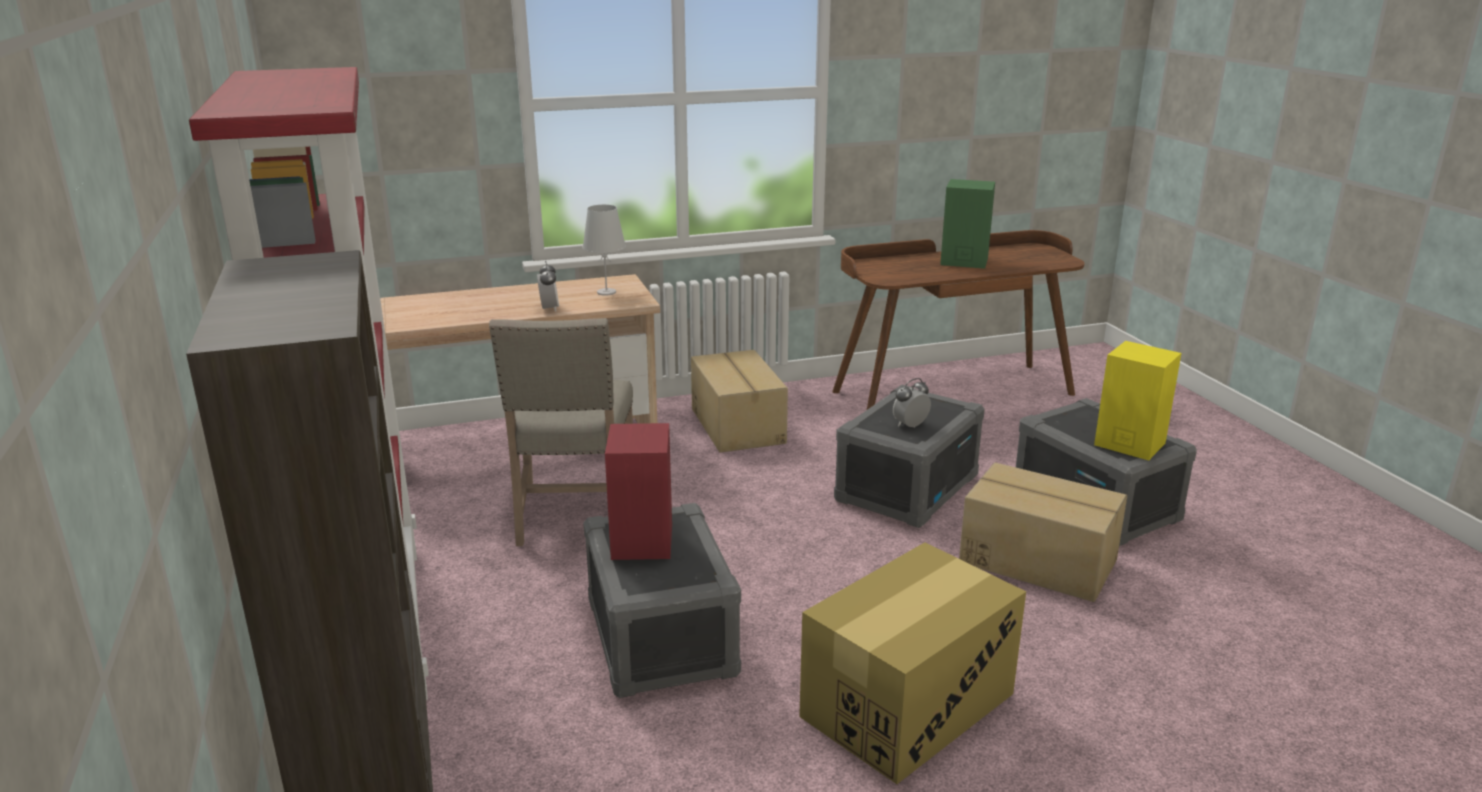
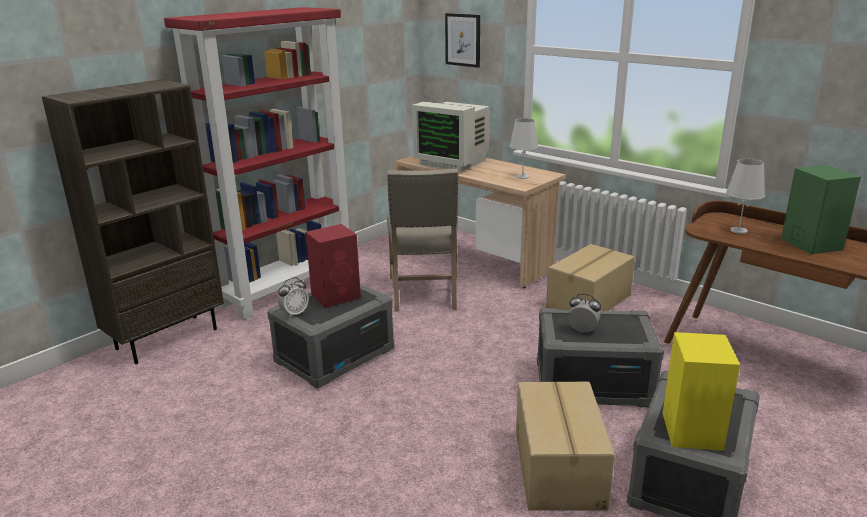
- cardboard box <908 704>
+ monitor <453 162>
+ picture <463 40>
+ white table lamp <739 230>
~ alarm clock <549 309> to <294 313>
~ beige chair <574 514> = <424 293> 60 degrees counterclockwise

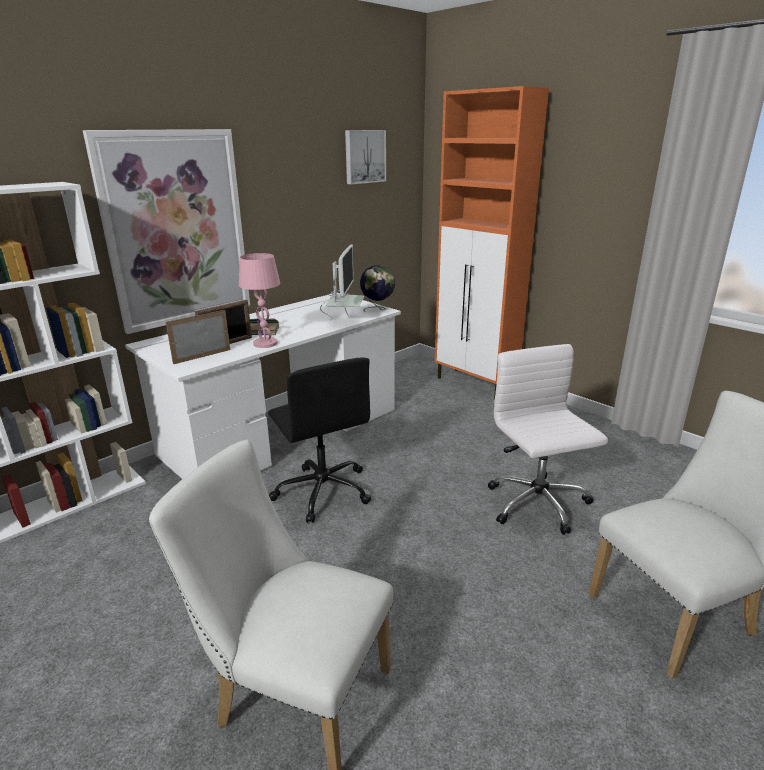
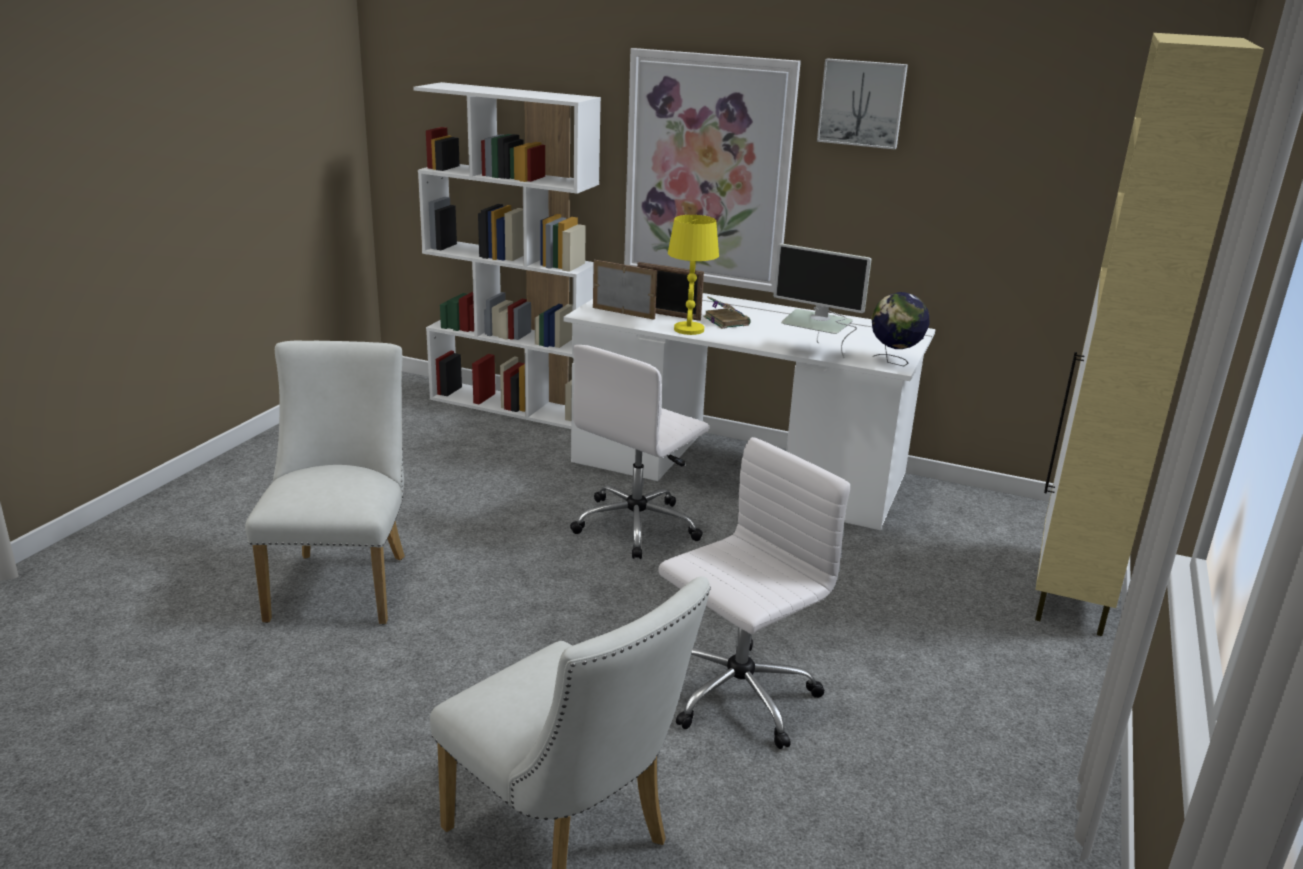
~ picture <364 156> to <862 103>
~ pink table lamp <265 343> to yellow table lamp <689 330>
~ black office chair <323 491> to white office chair <637 525>
~ orange cabinet <475 384> to beige cabinet <1070 591>
~ monitor <344 321> = <814 352> 45 degrees clockwise

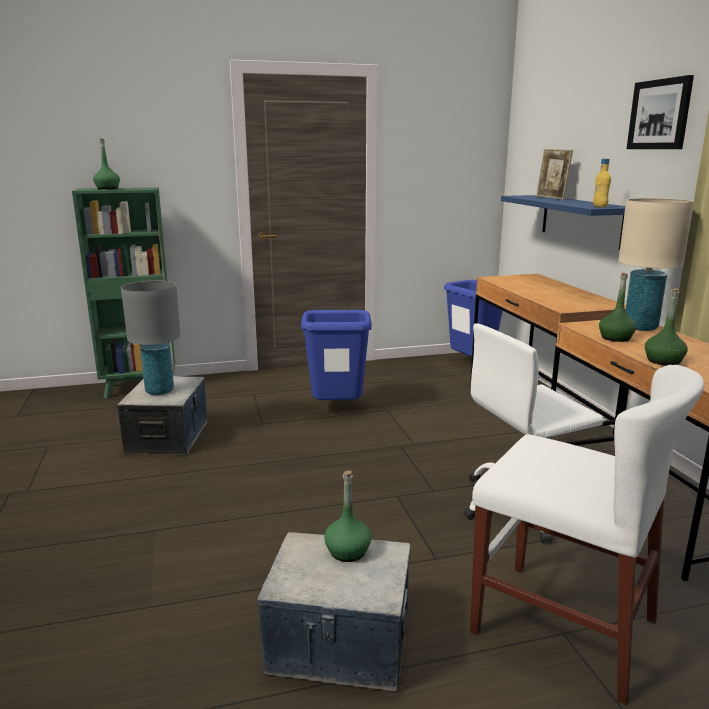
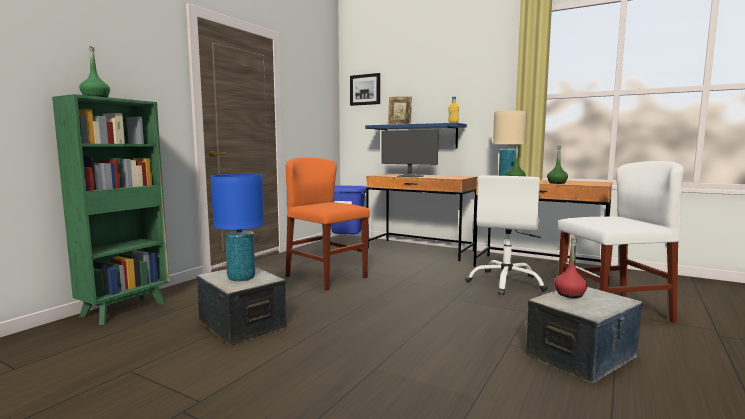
+ monitor <410 176>
~ picture <660 114> to <365 89>
~ blue trash can <337 410> to orange chair <326 277>
~ grey table lamp <159 391> to blue table lamp <241 278>
~ green bottle <347 551> to red bottle <570 294>

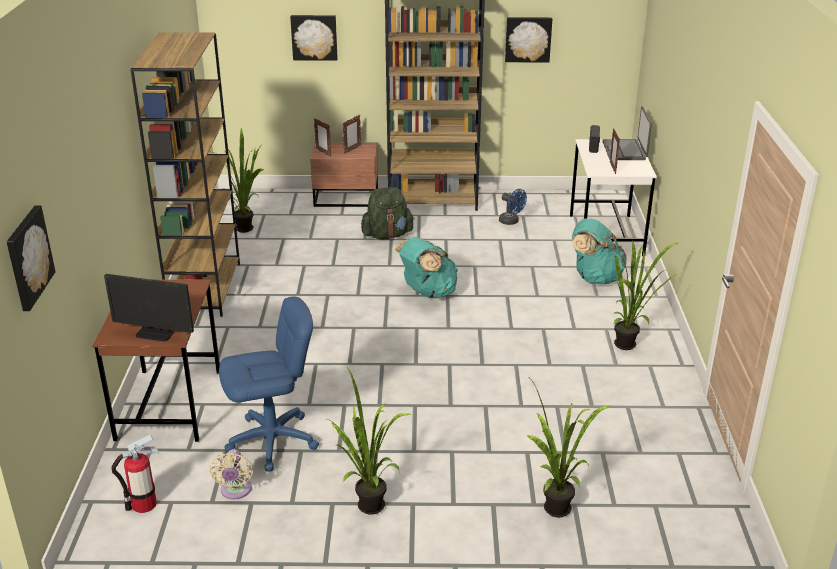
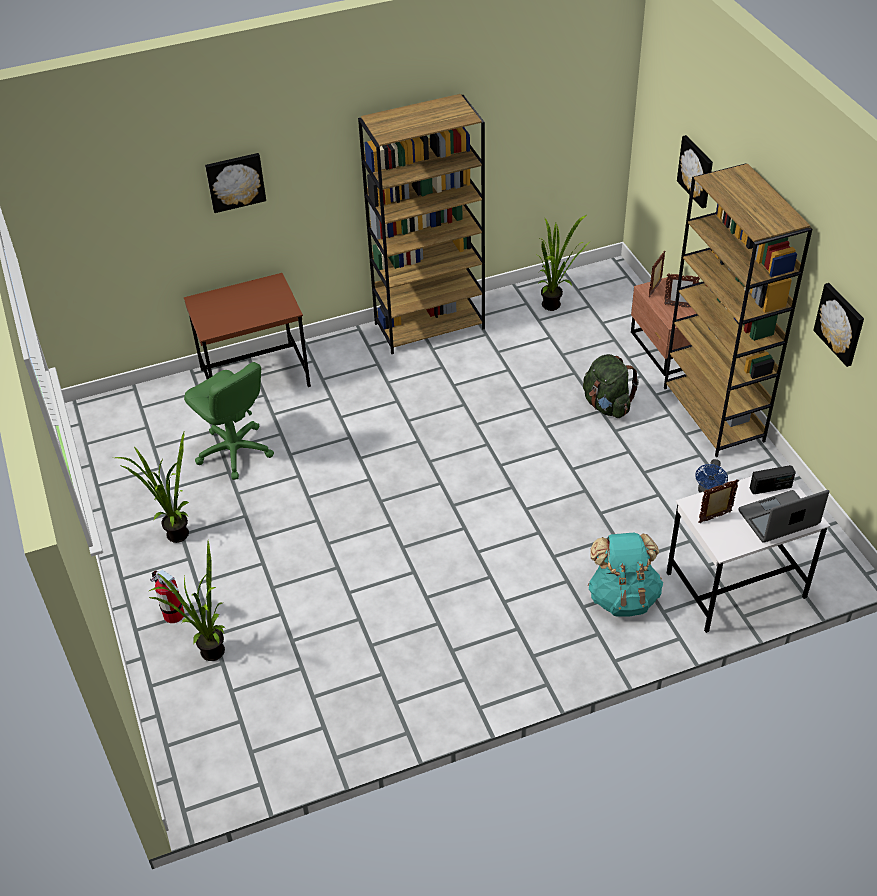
- monitor <155 333>
- beige fan <235 491>
- turquoise backpack <427 292>
- potted plant <630 346>
~ picture <27 257> to <235 181>
~ fire extinguisher <144 504> to <173 614>
~ blue office chair <273 441> to green office chair <234 451>

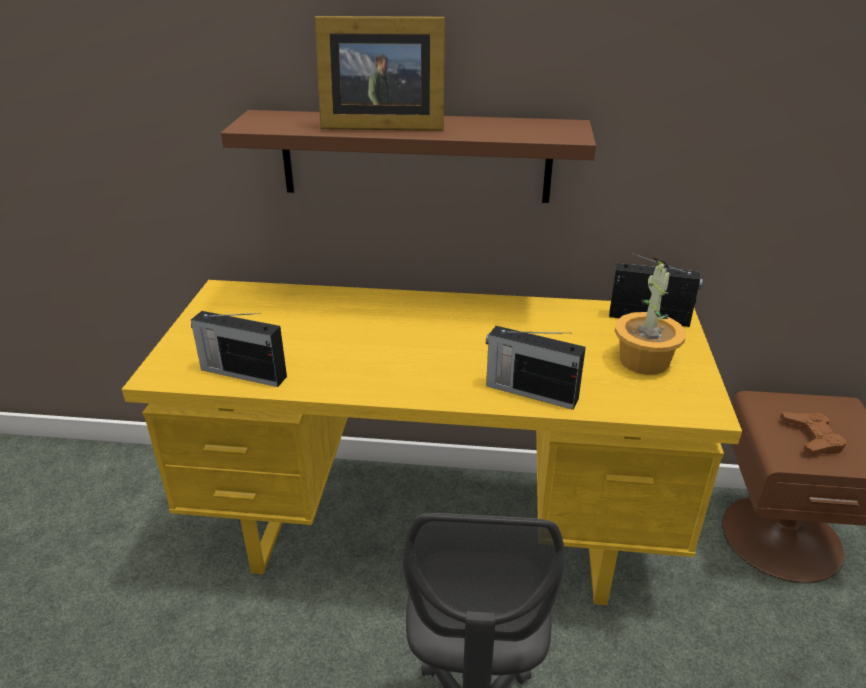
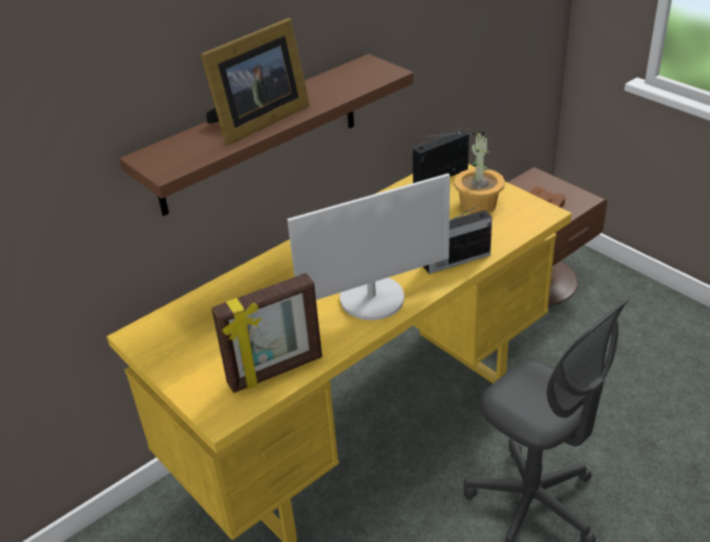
+ monitor <372 298>
~ radio <242 372> to picture frame <276 372>

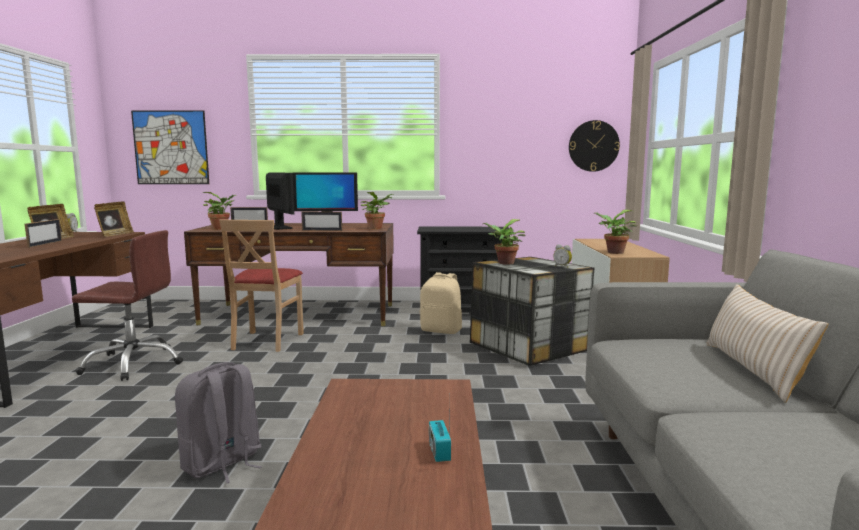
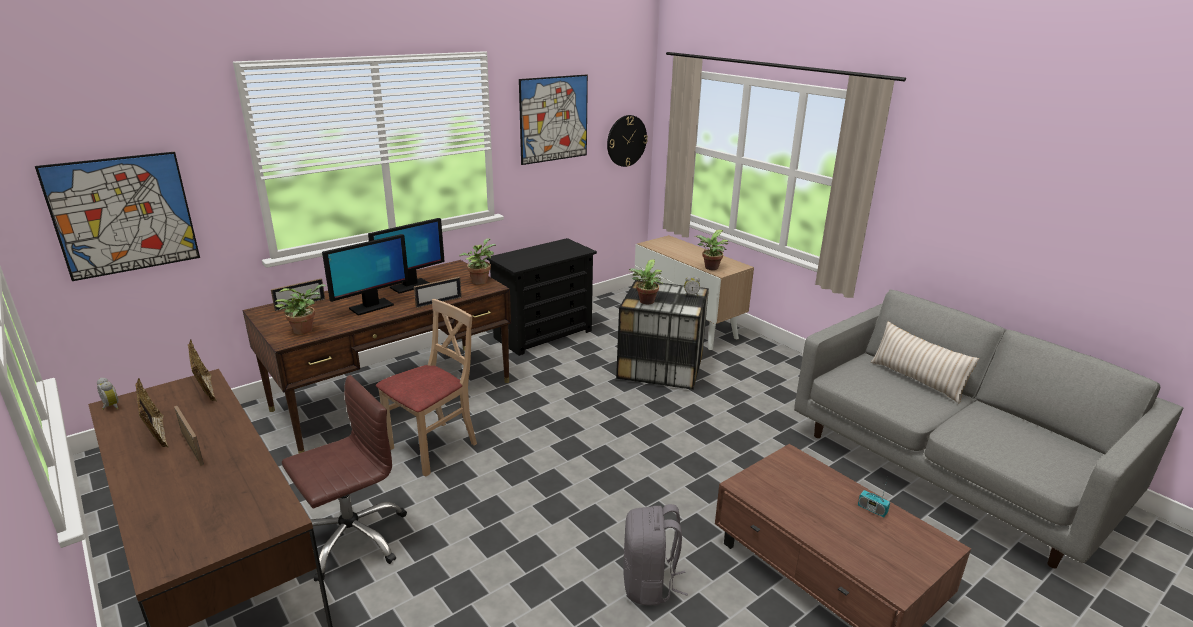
- beige backpack <441 330>
+ picture <554 119>
~ beige chair <266 341> = <433 447> 105 degrees counterclockwise
~ monitor <279 227> = <371 307> 120 degrees clockwise

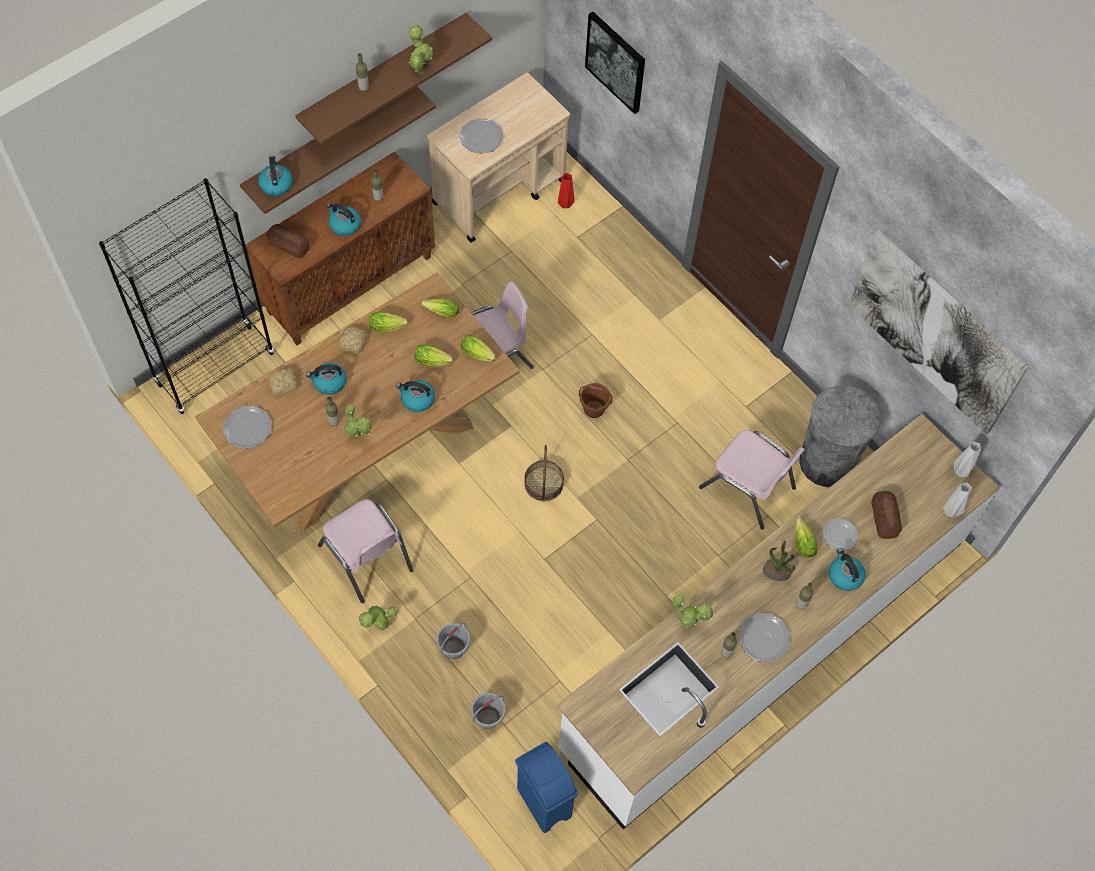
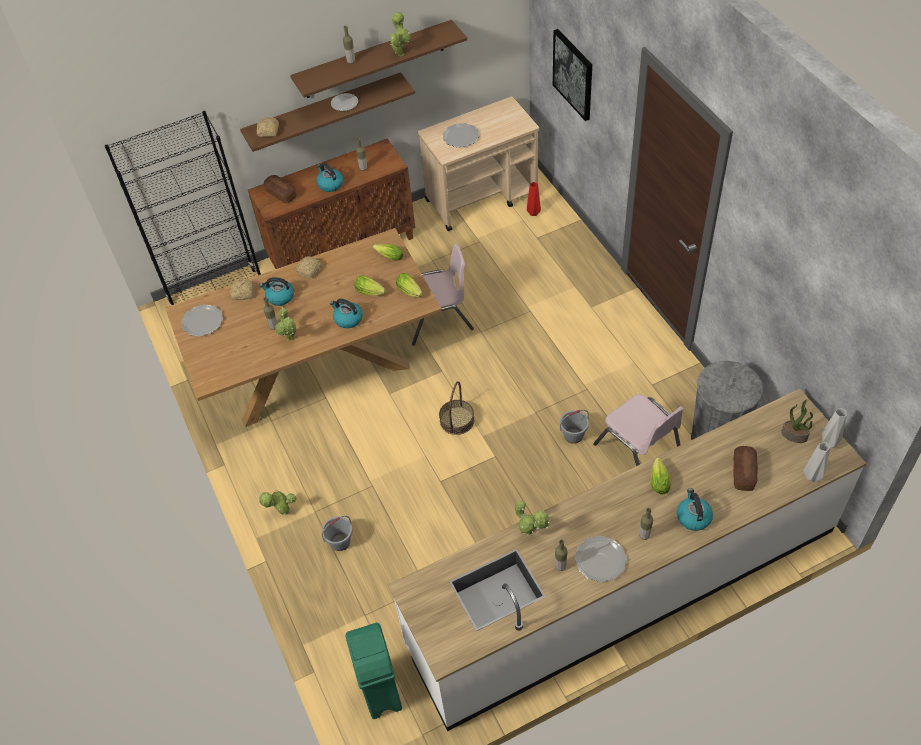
- pink chair <366 558>
- lettuce <389 327>
- brown bucket <593 409>
- picture <935 332>
~ grey bucket <488 717> to <573 435>
~ potted plant <776 572> to <794 435>
~ plate <840 535> to <345 103>
~ kettle <276 184> to bread <268 131>
~ blue trash can <544 803> to green trash can <381 692>

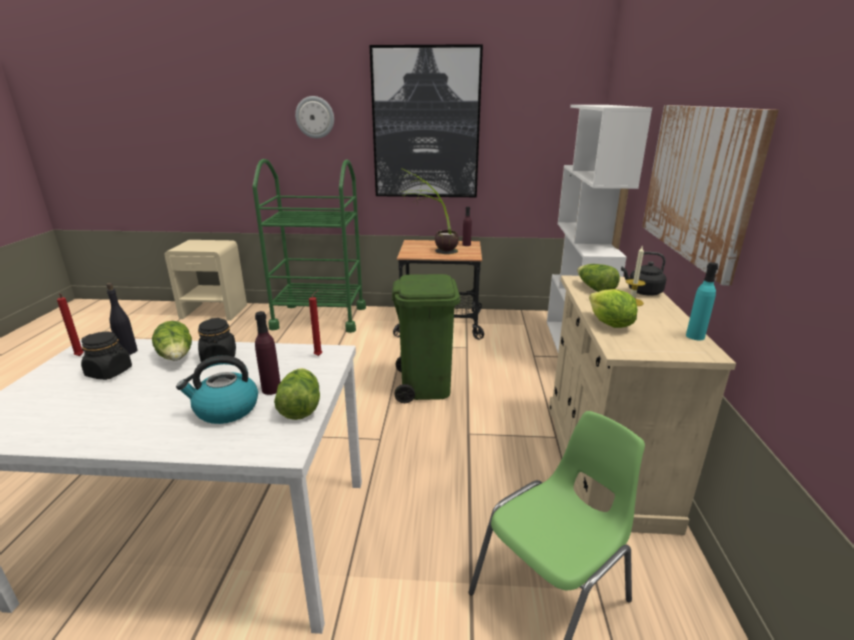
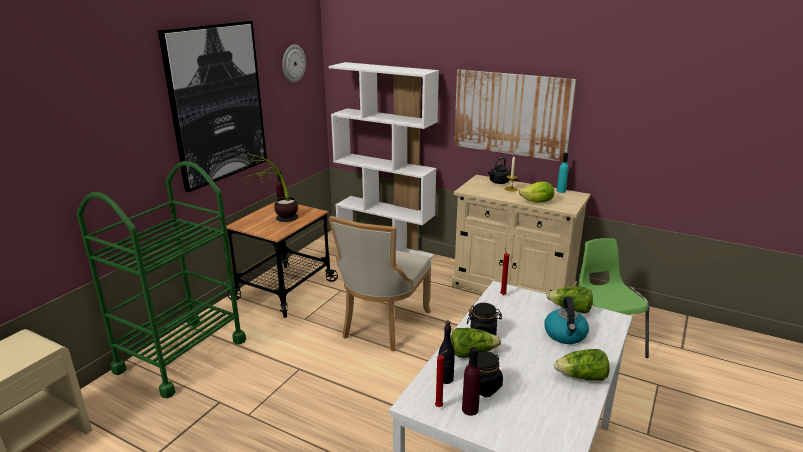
~ purple bottle <271 389> to <470 409>
~ wall clock <315 117> to <293 63>
~ lettuce <595 289> to <582 377>
~ green trash can <425 385> to beige chair <382 325>

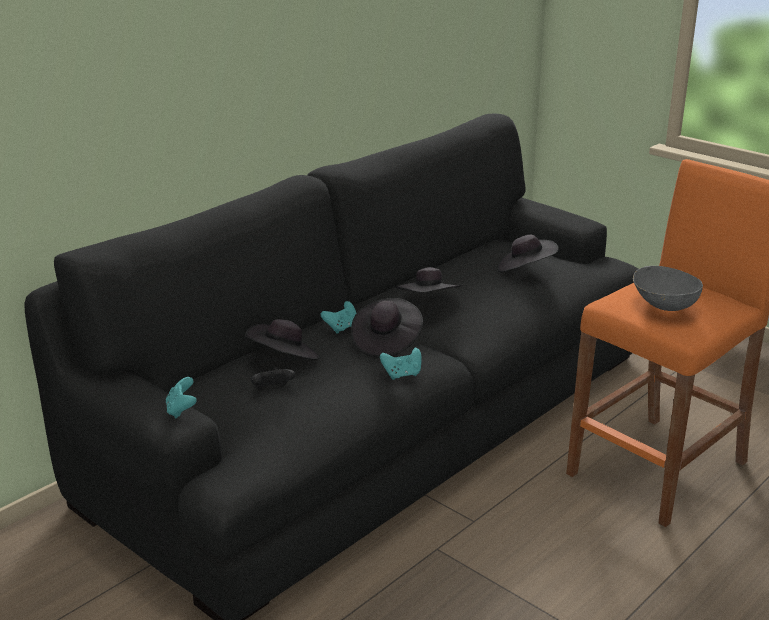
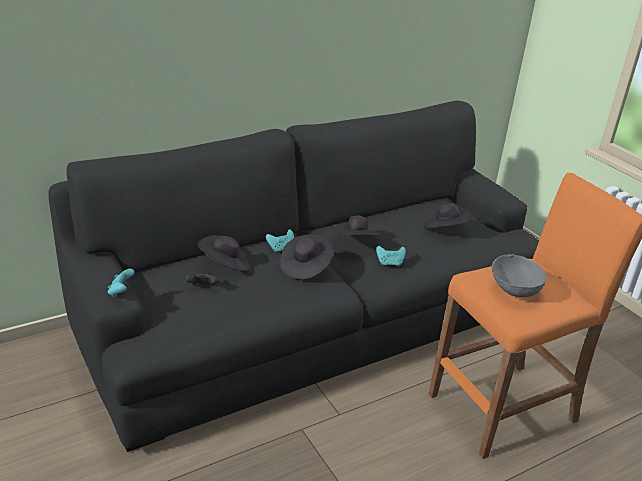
~ turquoise game controller <402 375> to <389 263>

